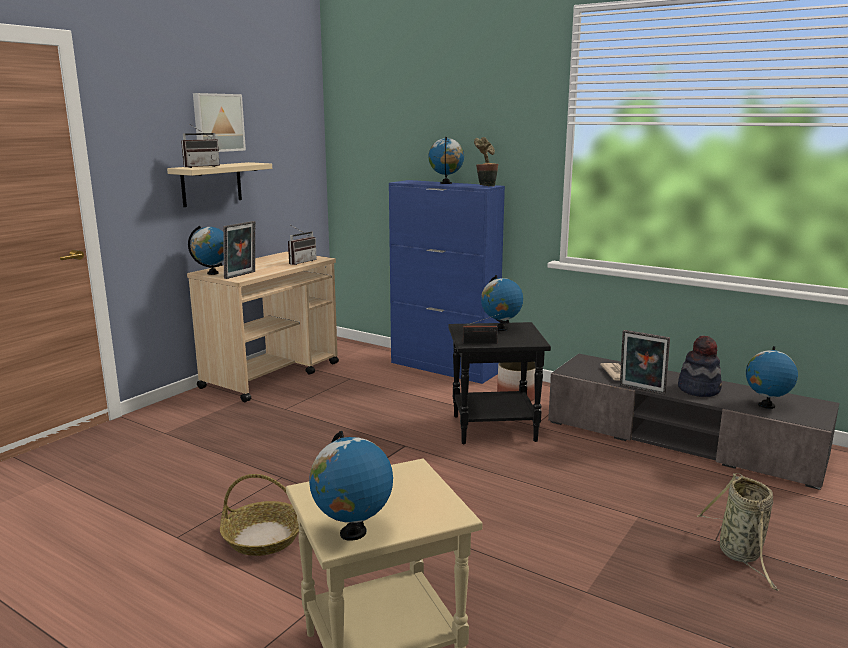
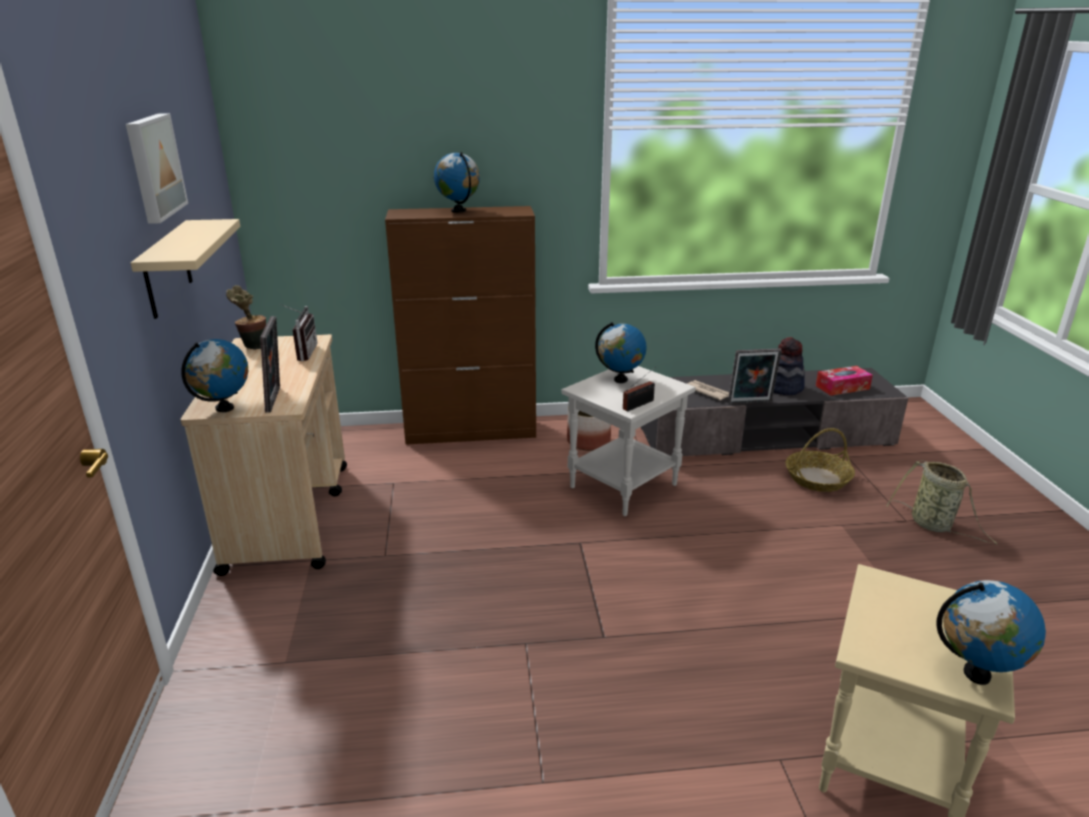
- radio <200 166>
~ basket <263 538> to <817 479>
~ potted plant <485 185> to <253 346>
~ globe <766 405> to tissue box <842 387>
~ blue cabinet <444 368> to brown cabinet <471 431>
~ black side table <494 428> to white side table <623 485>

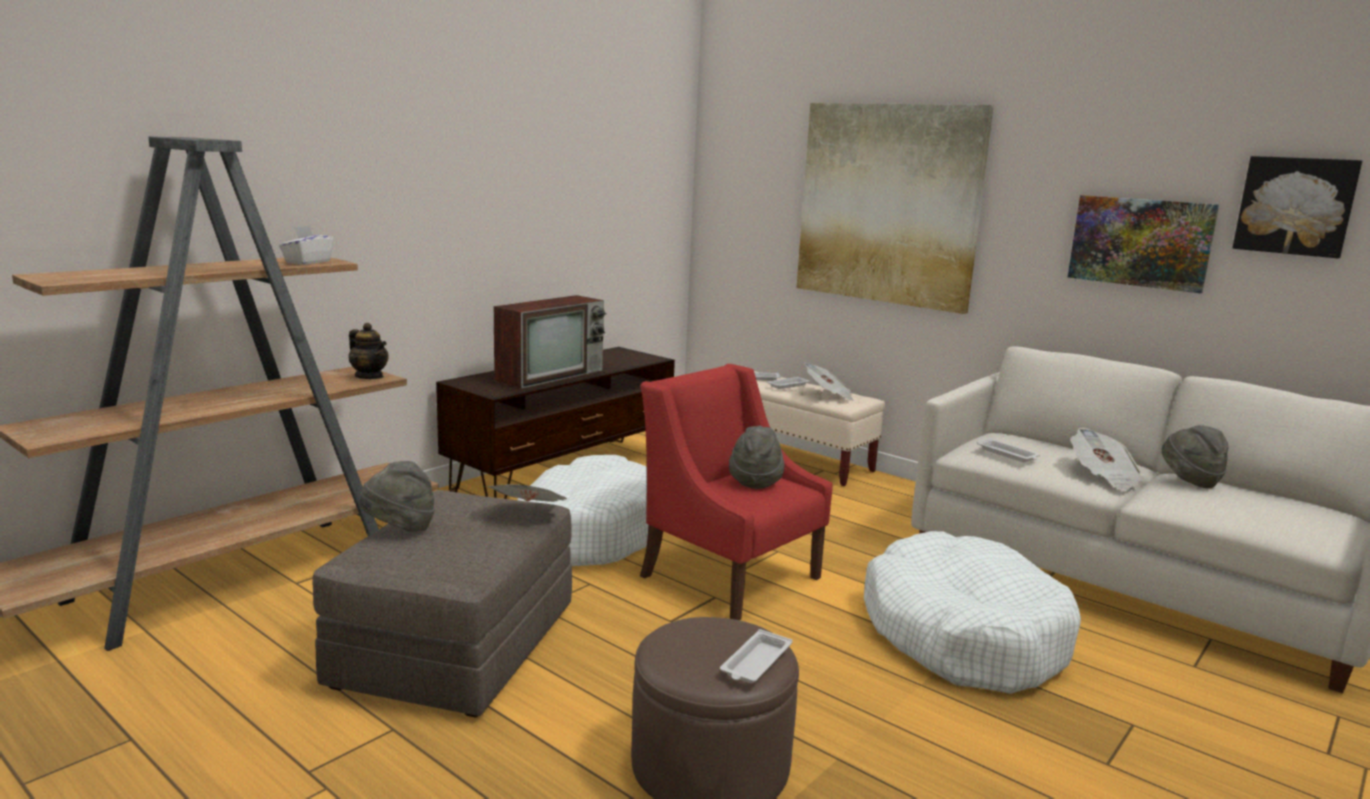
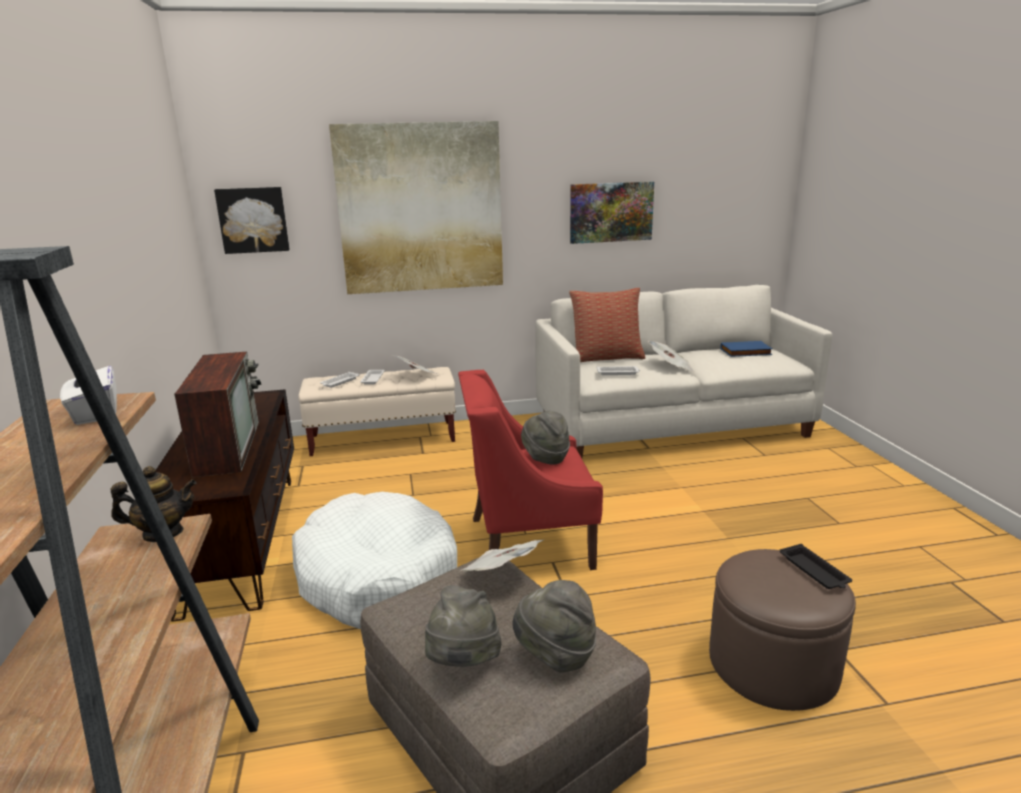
- white dog bed <963 635>
+ pillow <606 357>
+ blue book <745 352>
~ grey hat <1189 481> to <555 655>
~ picture <1295 206> to <253 220>
~ white tray <755 663> to black tray <815 571>

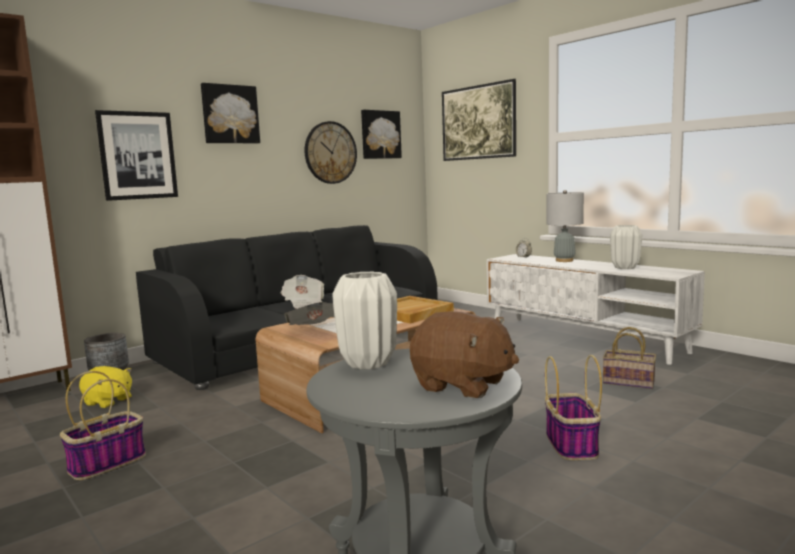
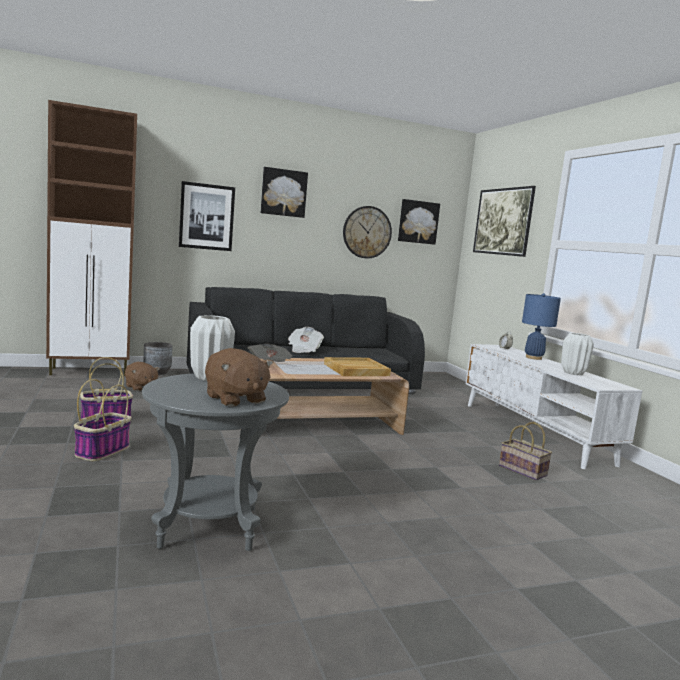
~ basket <570 444> to <102 451>
~ yellow plush toy <108 401> to brown plush toy <140 387>
~ grey table lamp <564 260> to blue table lamp <533 358>

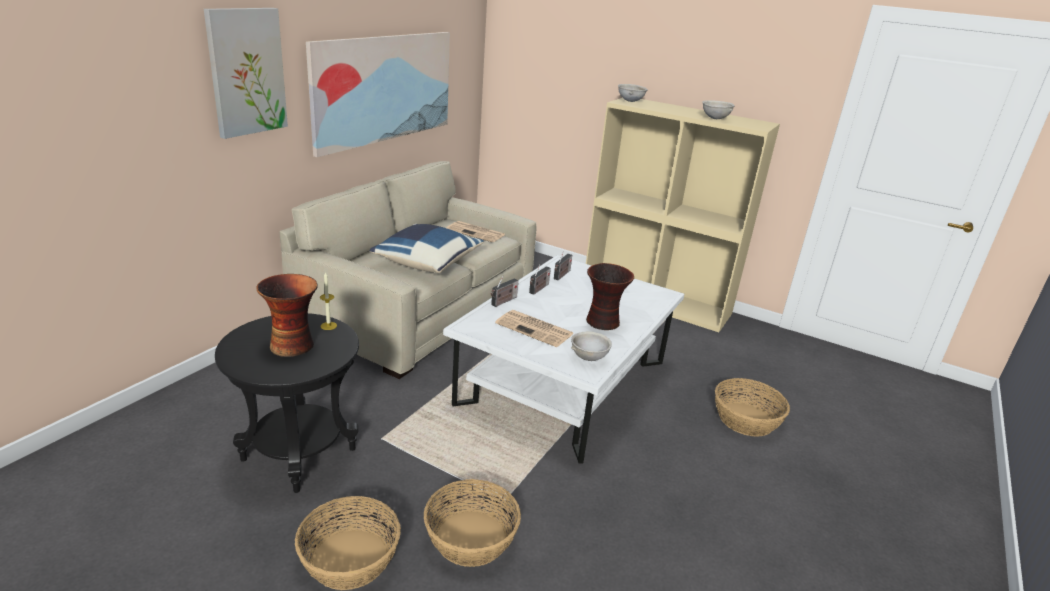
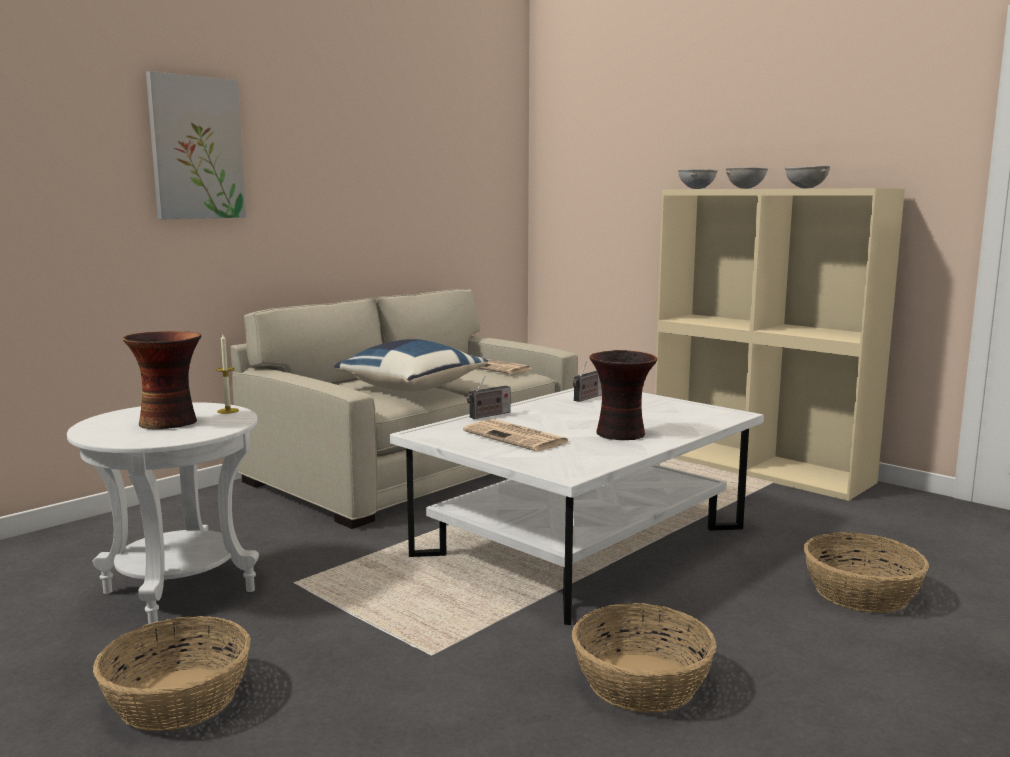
- picture <385 88>
- radio <538 289>
~ basket <470 538> to <640 682>
~ grey bowl <588 357> to <745 188>
~ black side table <299 454> to white side table <179 591>

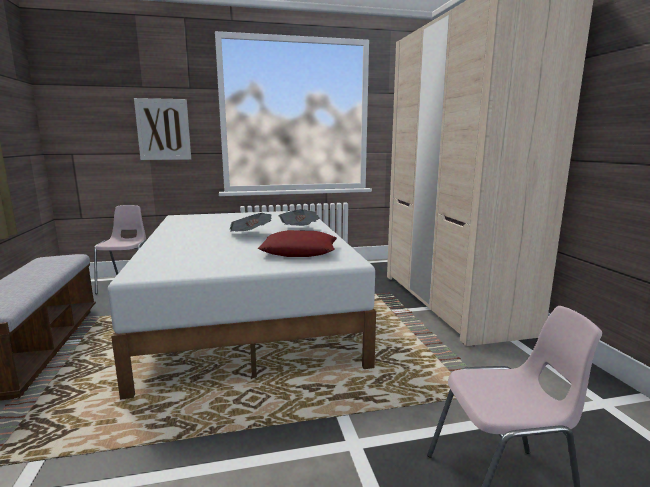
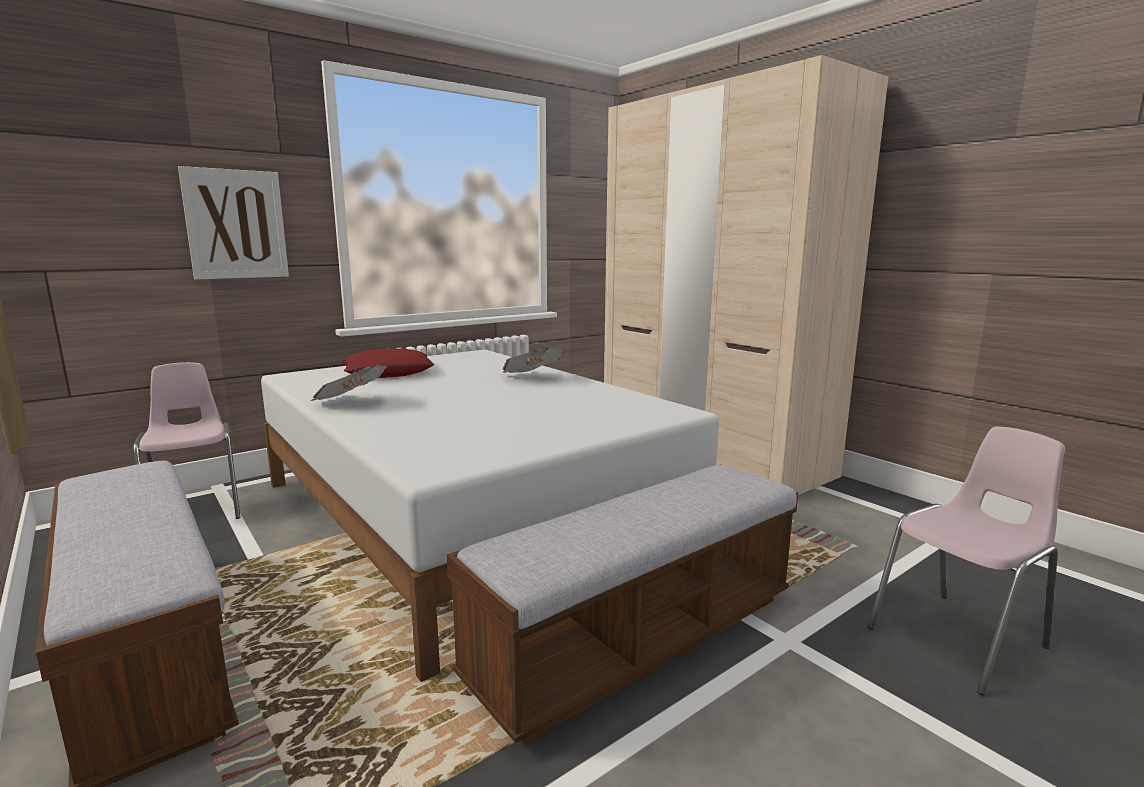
+ bench <638 638>
~ newspaper <250 235> to <350 403>
~ red pillow <299 251> to <389 372>

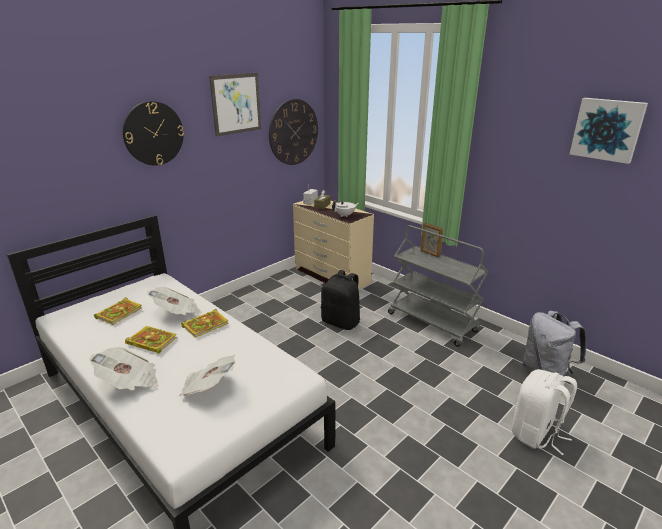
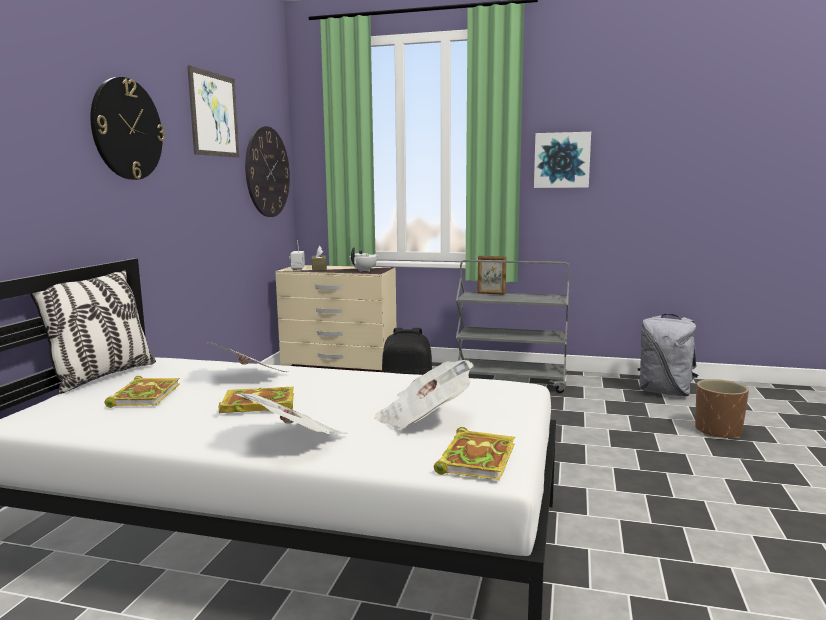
+ pillow <102 376>
~ book <206 325> to <476 458>
~ picture <607 129> to <562 160>
~ white backpack <536 433> to brown planter <718 431>

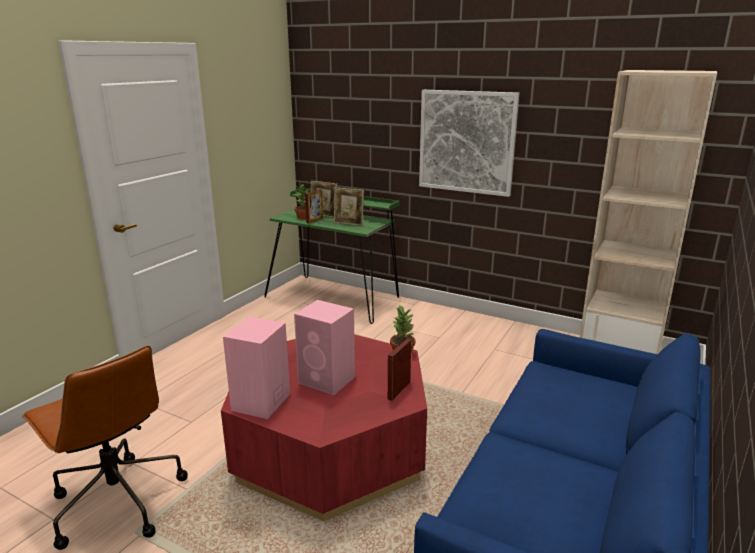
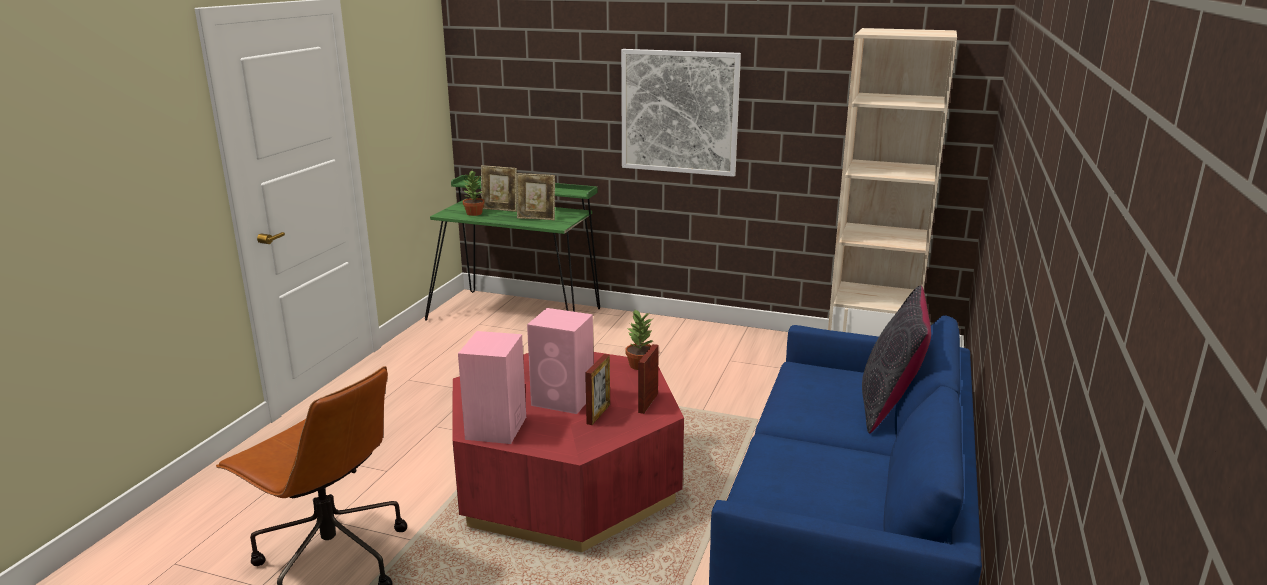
+ black pillow <889 405>
~ picture frame <314 220> to <598 414>

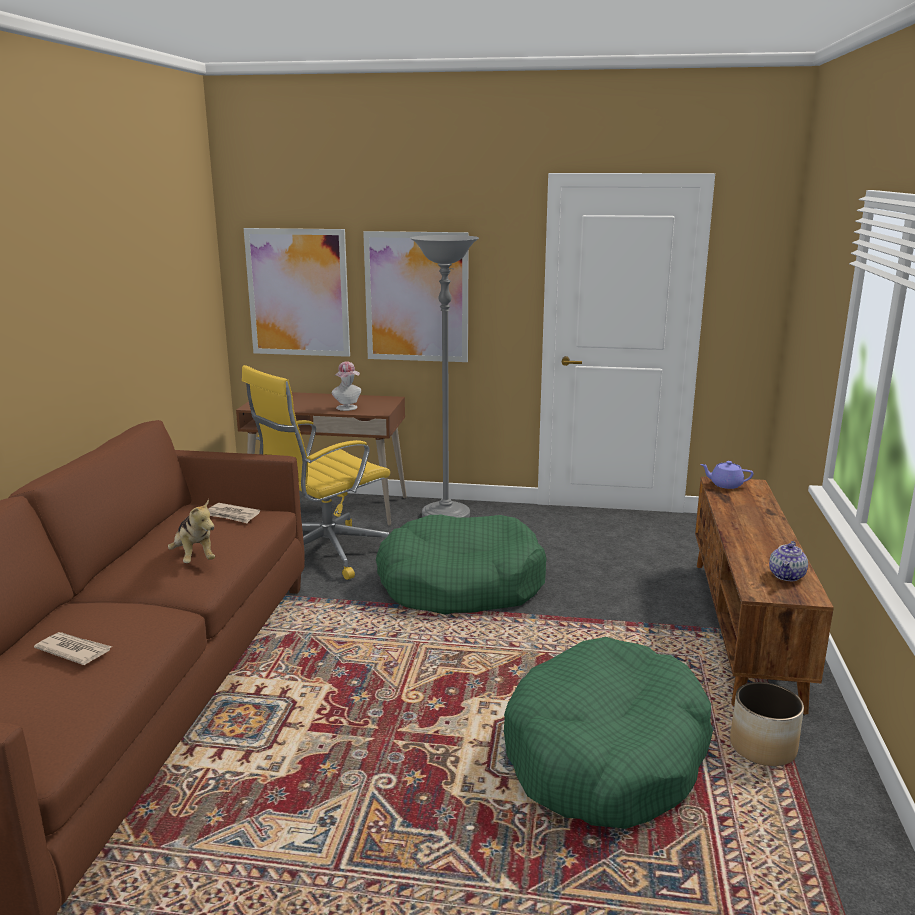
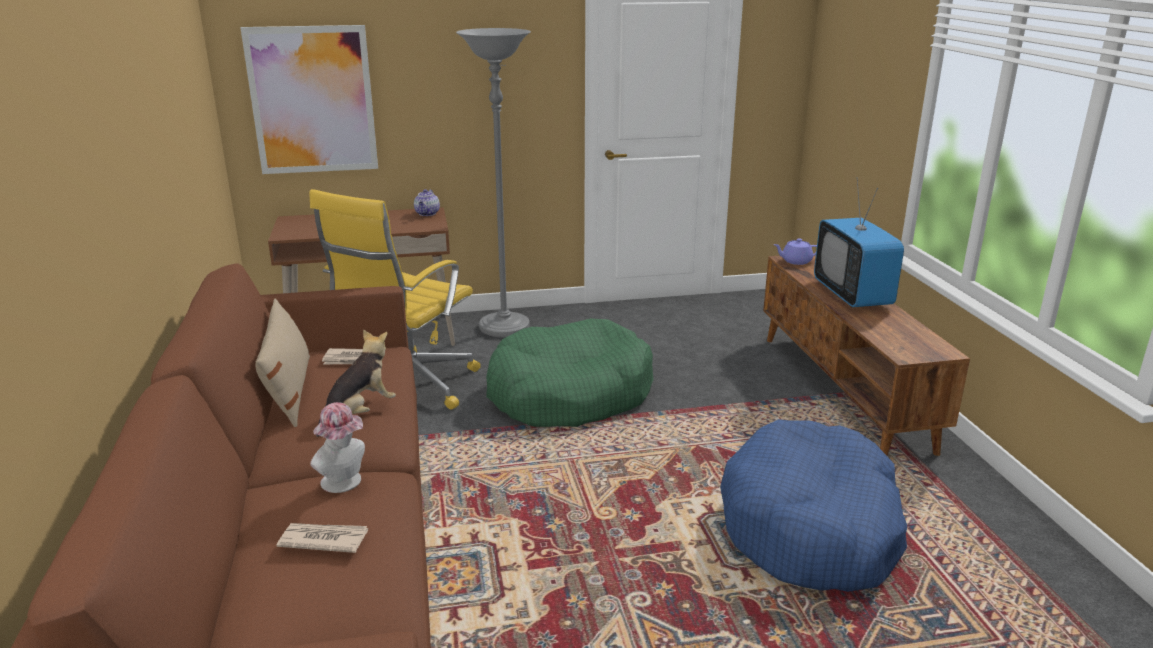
- picture <417 297>
- planter <762 747>
+ beige pillow <289 391>
+ television <852 295>
~ hat <348 408> to <345 483>
~ teapot <787 576> to <427 213>
~ green dog bed <605 755> to blue dog bed <811 527>
~ plush toy <194 558> = <359 413> 90 degrees counterclockwise

